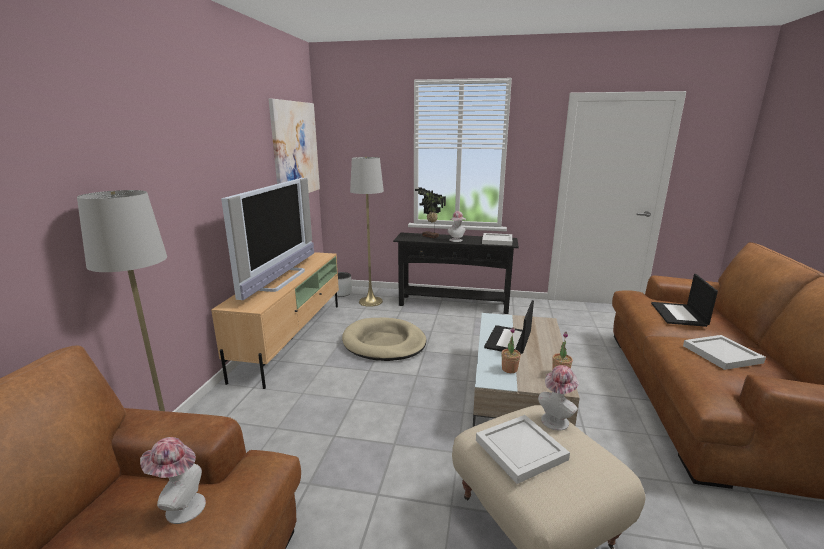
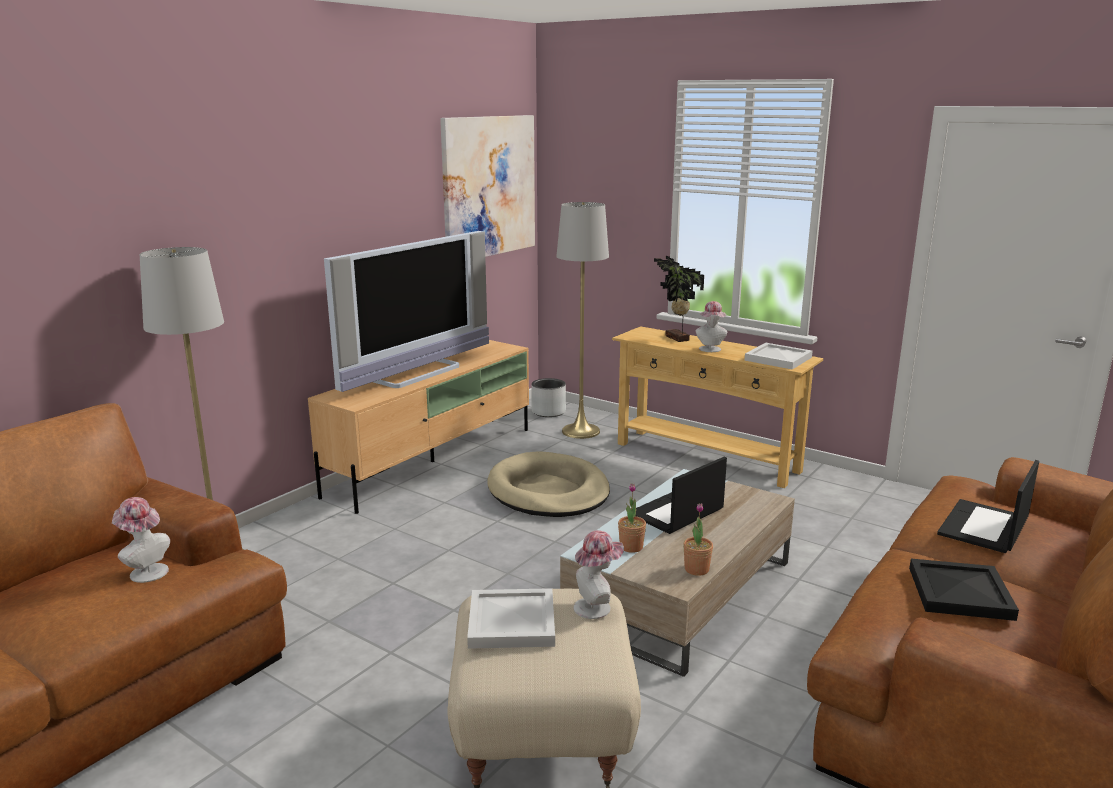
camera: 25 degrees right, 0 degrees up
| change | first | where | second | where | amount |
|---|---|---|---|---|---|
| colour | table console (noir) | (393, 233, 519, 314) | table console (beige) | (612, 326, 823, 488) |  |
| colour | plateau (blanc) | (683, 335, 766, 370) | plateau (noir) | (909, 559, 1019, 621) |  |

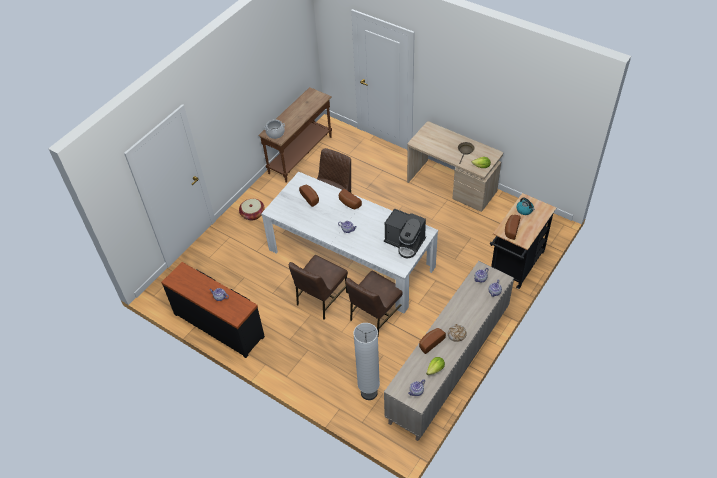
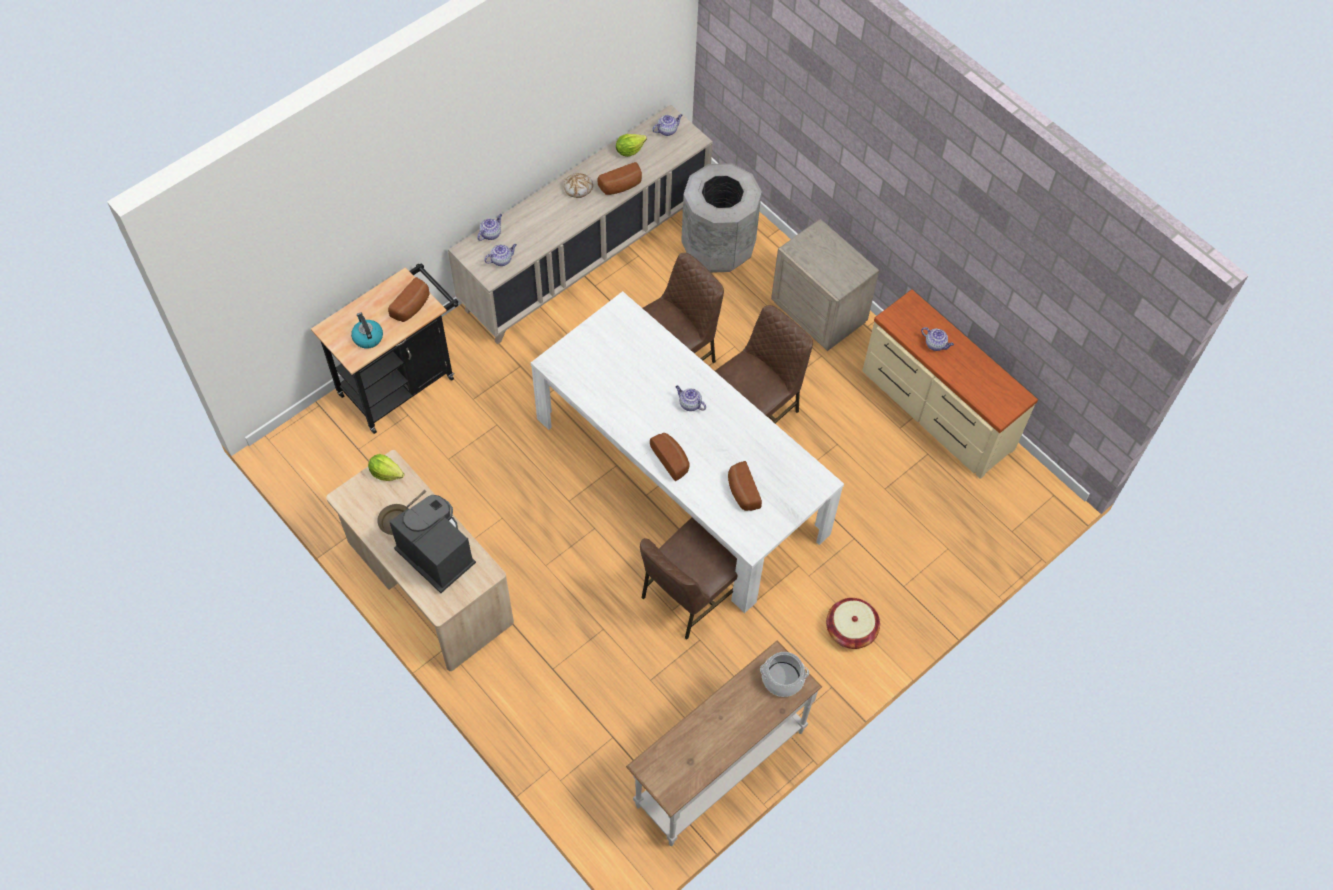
camera: 170 degrees left, 10 degrees up
| change | first | where | second | where | amount |
|---|---|---|---|---|---|
| colour | table console (marron) | (258, 87, 332, 183) | table console (blanc) | (626, 641, 822, 846) |  |
| relocated | machine à café | (384, 208, 426, 258) |  | (389, 495, 476, 593) |  |
| colour | commode (noir) | (161, 262, 265, 358) | commode (beige) | (862, 289, 1038, 479) |  |
| exchanged | lampadaire (blanc) | (353, 323, 380, 400) | poubelle (gris) | (681, 163, 762, 273) |  |
| appeared |  |  | table de chevet (beige) | (771, 219, 879, 351) |  |

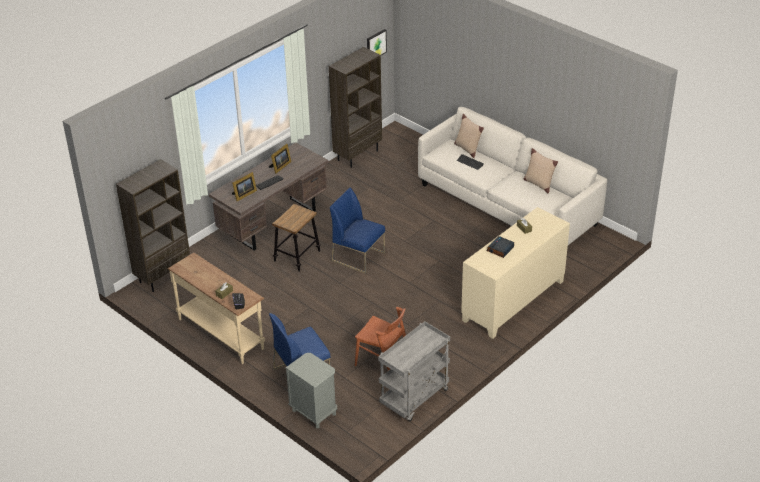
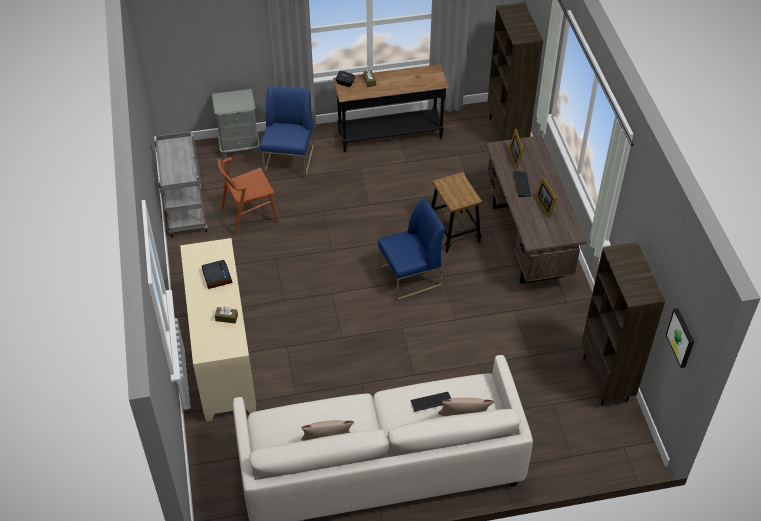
camera: 125 degrees right, 10 degrees up
| change | first | where | second | where | amount |
|---|---|---|---|---|---|
| colour | table console (beige) | (168, 252, 265, 364) | table console (noir) | (333, 64, 449, 152) |  |

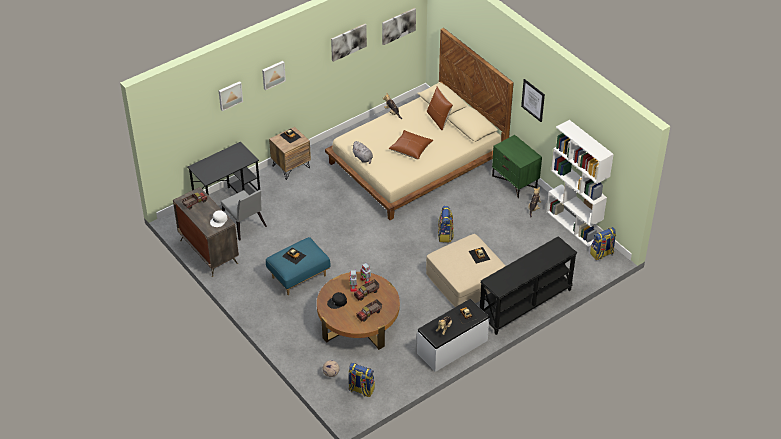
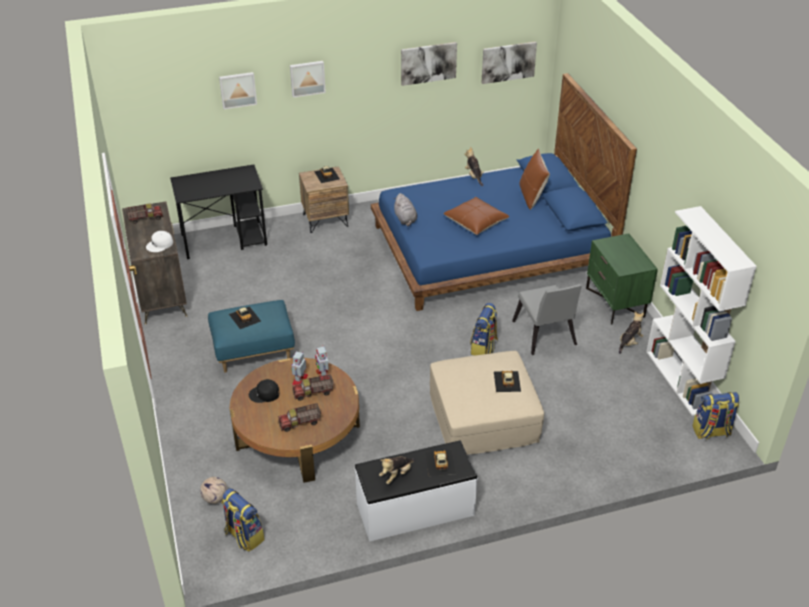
camera: 20 degrees right, 5 degrees down
| change | first | where | second | where | amount |
|---|---|---|---|---|---|
| colour | lit (beige) | (325, 28, 514, 220) | lit (bleu) | (371, 73, 637, 311) |  |
| missing | tableau | (521, 79, 545, 122) |  |  |  |
| relocated | chaise (gris) | (221, 190, 267, 241) |  | (512, 284, 582, 355) |  |
| missing | table console (noir) | (480, 236, 577, 335) |  |  |  |

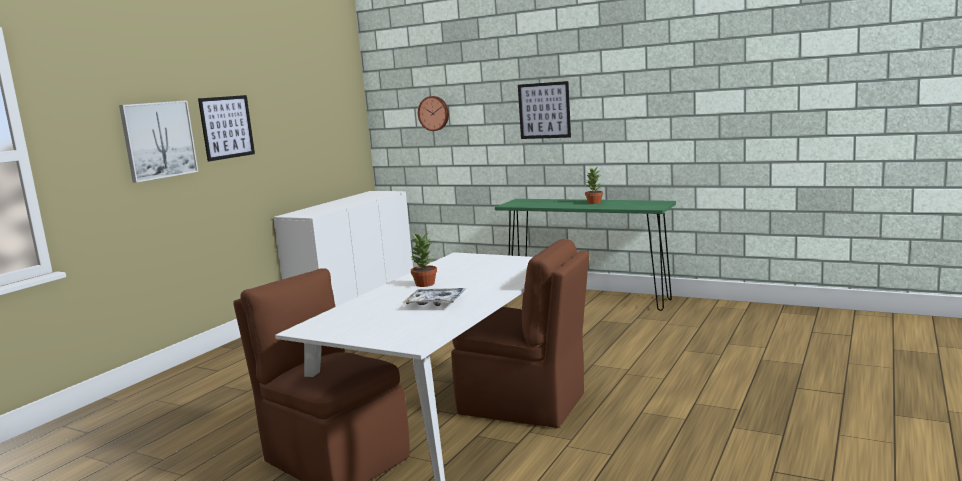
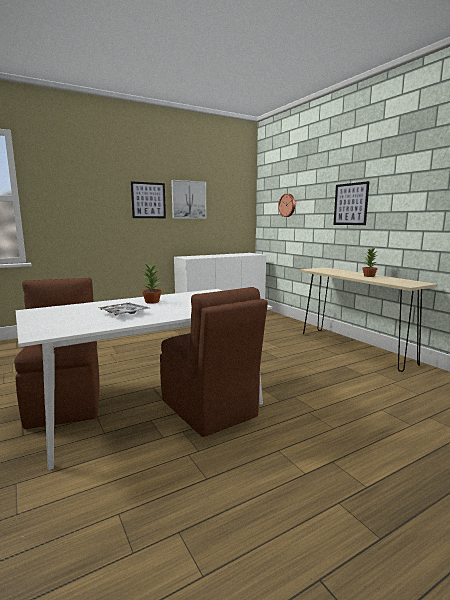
camera: 30 degrees right, 0 degrees up
| change | first | where | second | where | amount |
|---|---|---|---|---|---|
| relocated | tableau | (119, 100, 199, 183) |  | (171, 180, 207, 219) |  |
| colour | table console (vert) | (495, 199, 676, 311) | table console (beige) | (300, 267, 437, 372) |  |

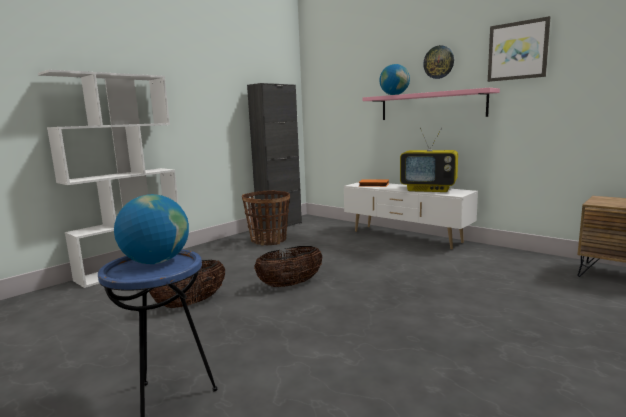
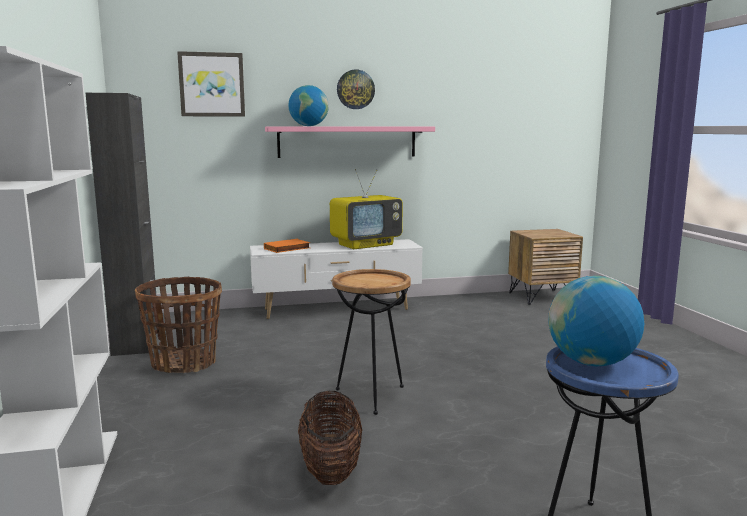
camera: 55 degrees left, 0 degrees up
| change | first | where | second | where | amount |
|---|---|---|---|---|---|
| relocated | tableau | (488, 16, 550, 82) |  | (177, 51, 245, 117) |  |
| exchanged | panier | (254, 246, 322, 287) | table d'appoint (marron) | (332, 269, 411, 415) |  |

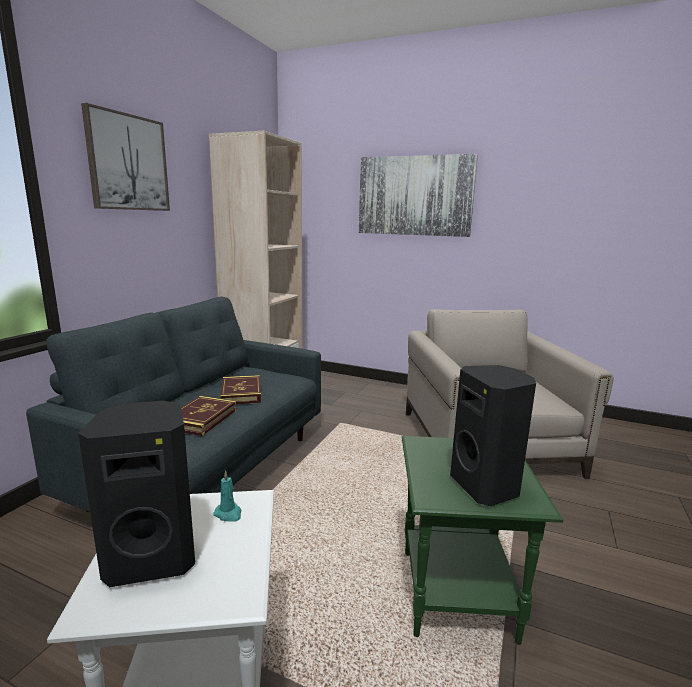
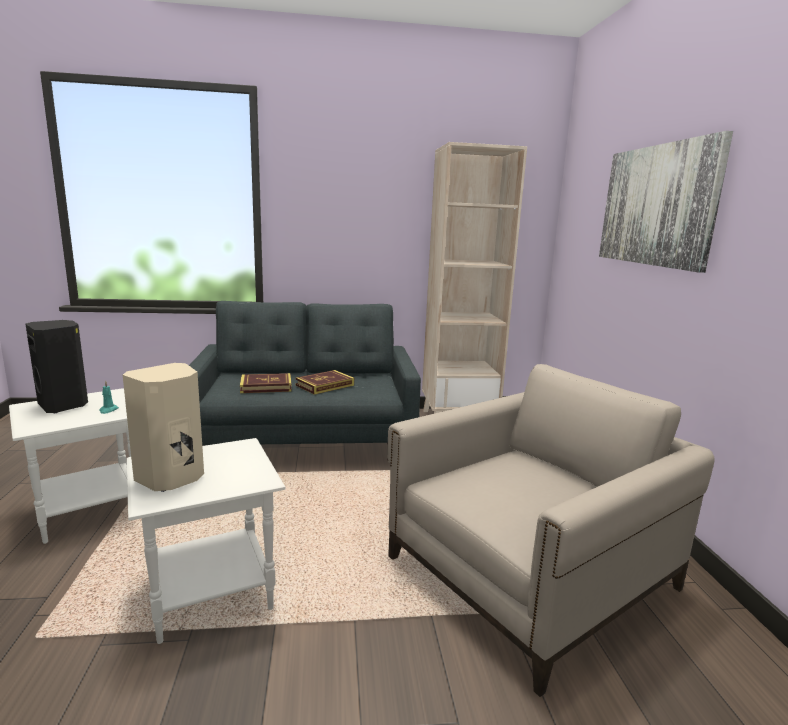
camera: 60 degrees right, 0 degrees up
| change | first | where | second | where | amount |
|---|---|---|---|---|---|
| missing | tableau | (81, 103, 170, 211) |  |  |  |
| colour | enceinte (noir) | (450, 365, 536, 506) | enceinte (beige) | (123, 363, 204, 492) |  |
| colour | table d'appoint (vert) | (402, 436, 563, 645) | table d'appoint (blanc) | (127, 438, 285, 644) |  |

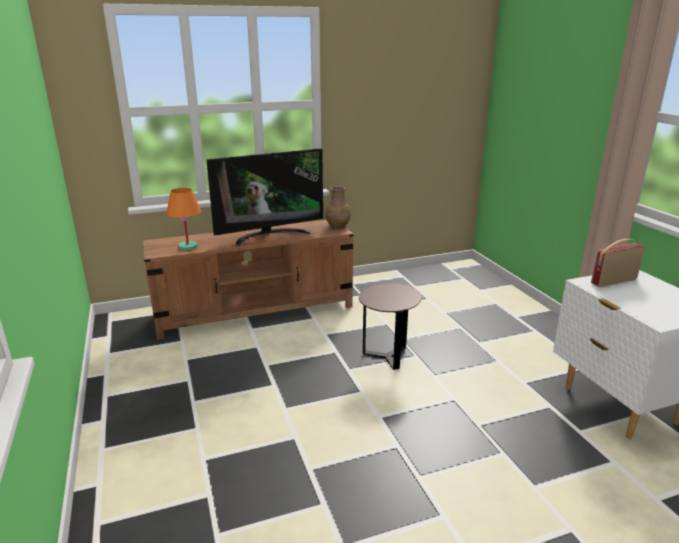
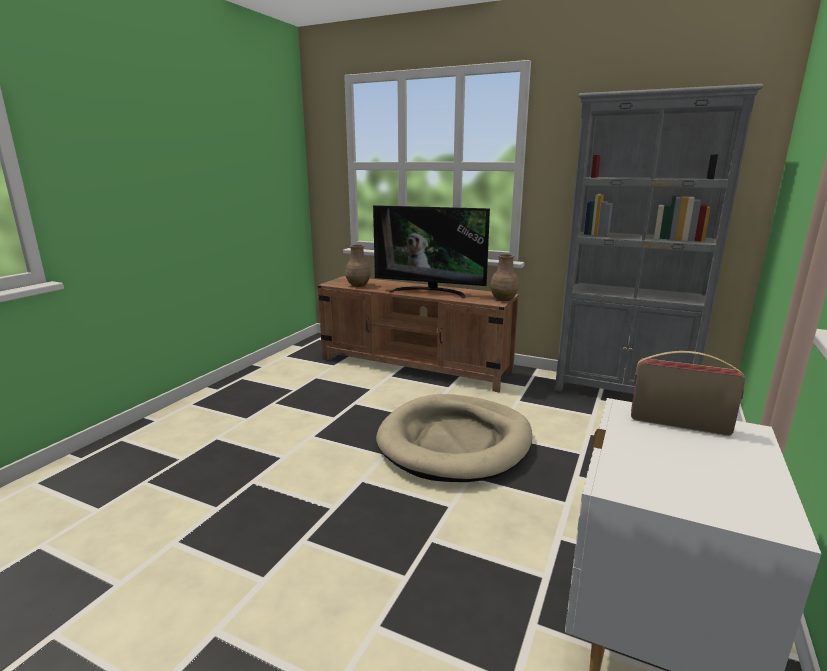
camera: 45 degrees right, 5 degrees down
| change | first | where | second | where | amount |
|---|---|---|---|---|---|
| exchanged | lampe de table (orange) | (166, 188, 201, 250) | vase (marron) | (345, 245, 371, 287) |  |
| exchanged | table d'appoint (marron) | (359, 283, 422, 370) | panier pour chien (beige) | (376, 394, 532, 482) |  |
| appeared |  |  | bibliothèque (gris) | (555, 84, 763, 394) |  |

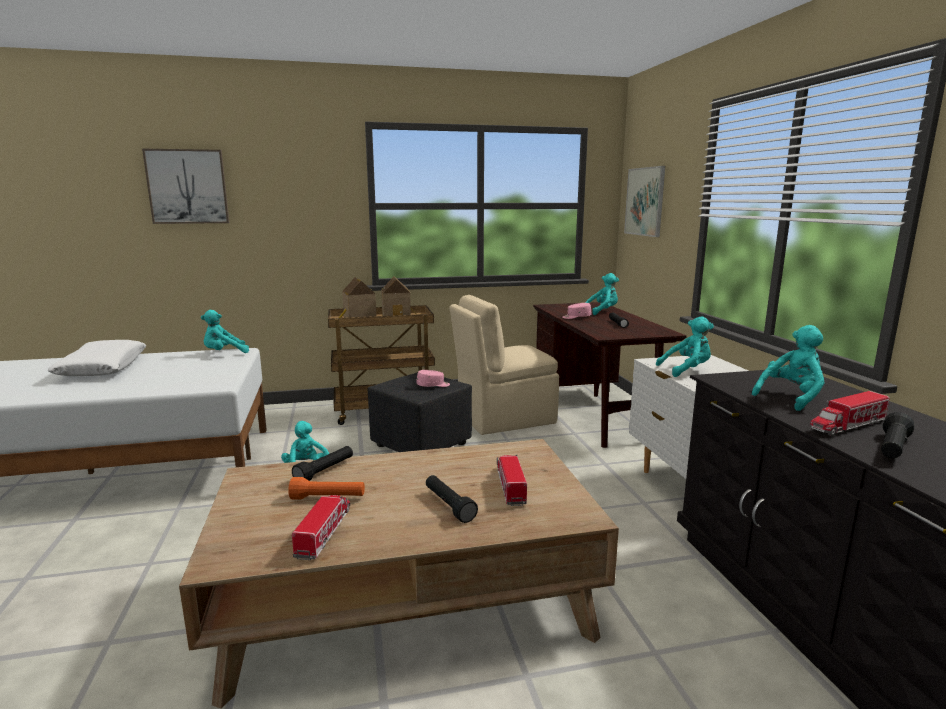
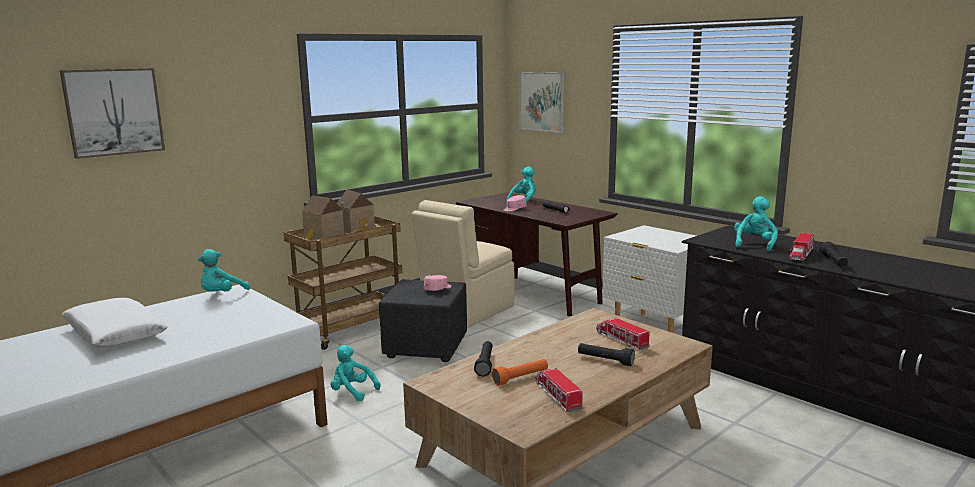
camera: 30 degrees left, 0 degrees up
| change | first | where | second | where | amount |
|---|---|---|---|---|---|
| missing | peluche (turquoise) | (656, 316, 714, 377) |  |  |  |

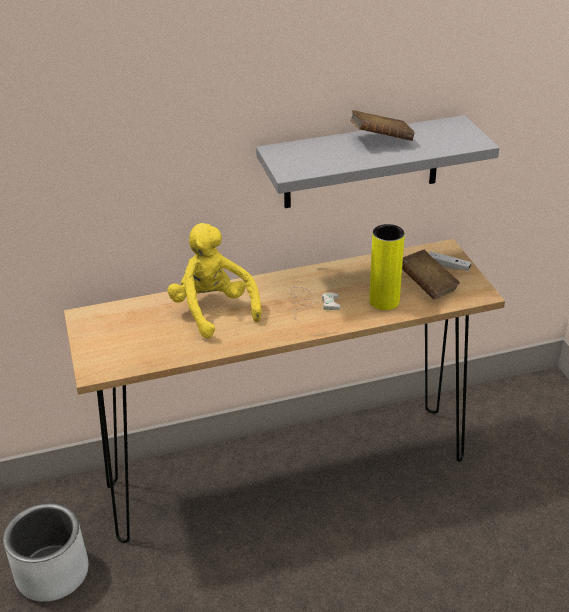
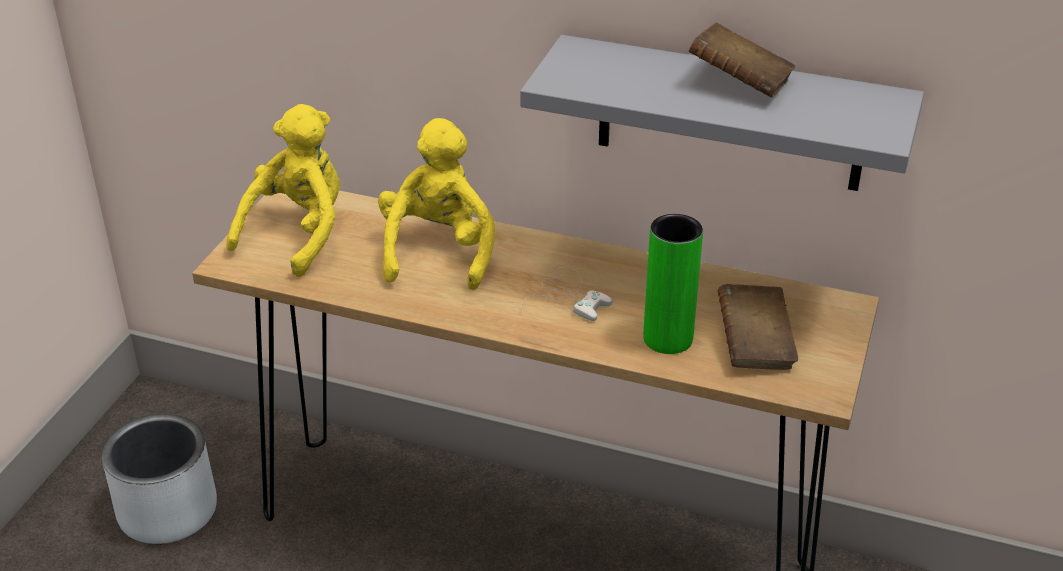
camera: 35 degrees right, 0 degrees up
| change | first | where | second | where | amount |
|---|---|---|---|---|---|
| colour | vase (jaune) | (369, 224, 405, 310) | vase (vert) | (643, 214, 703, 354) |  |
| missing | manette (blanc) | (429, 251, 471, 271) |  |  |  |
| appeared |  |  | peluche (jaune) | (226, 104, 340, 277) |  |

